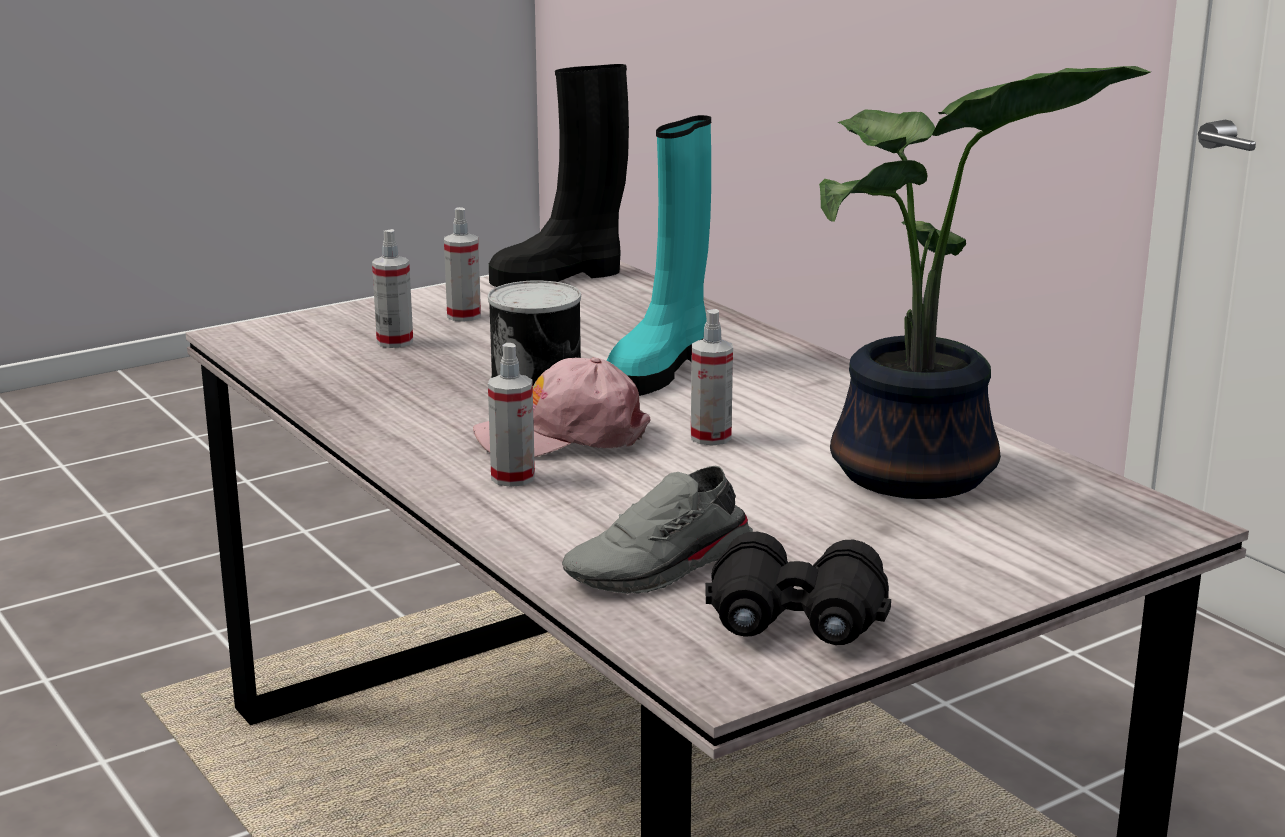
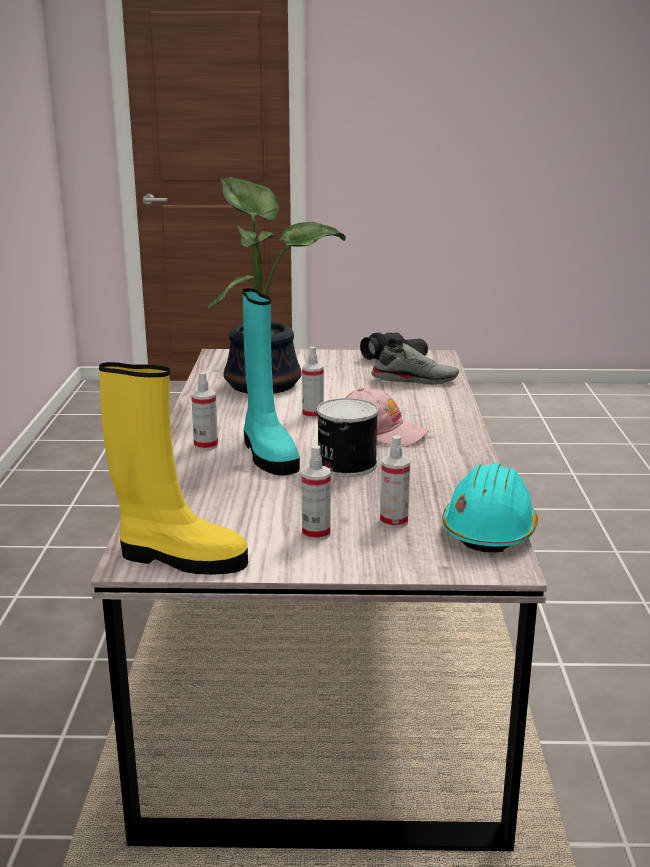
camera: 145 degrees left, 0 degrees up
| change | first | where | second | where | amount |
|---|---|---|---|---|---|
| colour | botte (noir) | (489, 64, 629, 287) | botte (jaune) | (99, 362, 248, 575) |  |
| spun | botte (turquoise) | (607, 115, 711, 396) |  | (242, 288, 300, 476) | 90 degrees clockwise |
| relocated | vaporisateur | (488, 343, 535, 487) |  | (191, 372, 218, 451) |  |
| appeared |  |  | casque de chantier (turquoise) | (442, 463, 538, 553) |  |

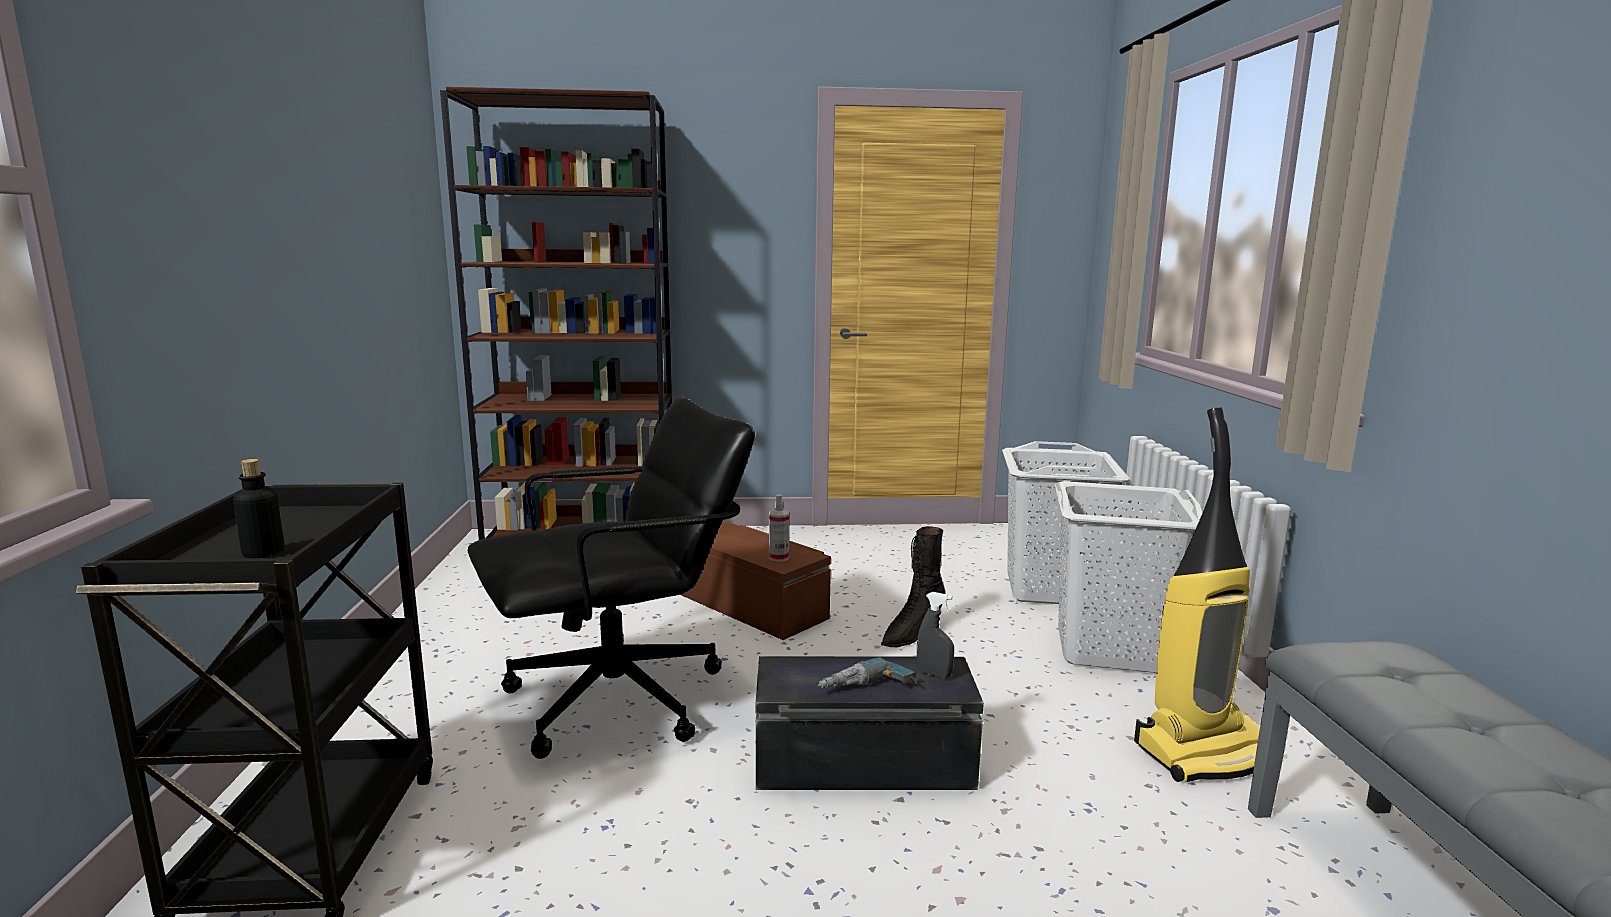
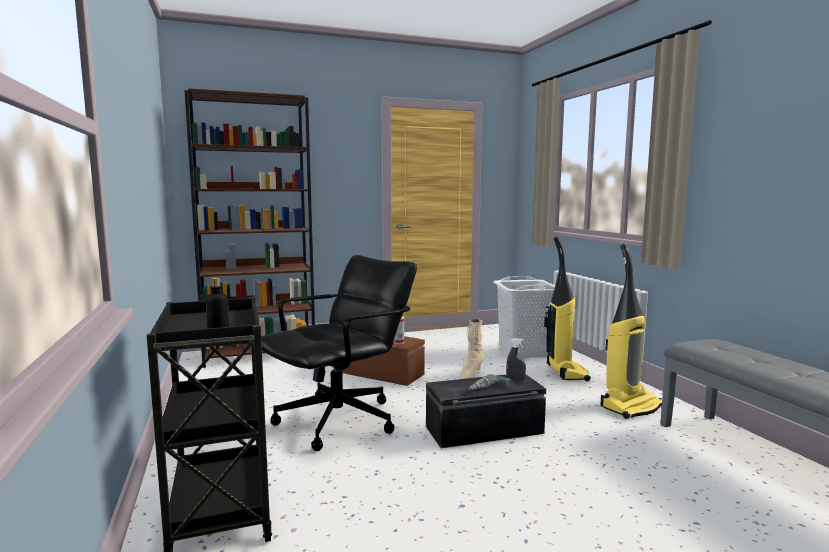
camera: 15 degrees left, 5 degrees down
| change | first | where | second | where | amount |
|---|---|---|---|---|---|
| exchanged | panier à linge (blanc) | (1054, 481, 1202, 673) | aspirateur | (544, 236, 591, 381) |  |
| colour | botte (noir) | (881, 526, 945, 647) | botte (beige) | (459, 319, 484, 379) |  |

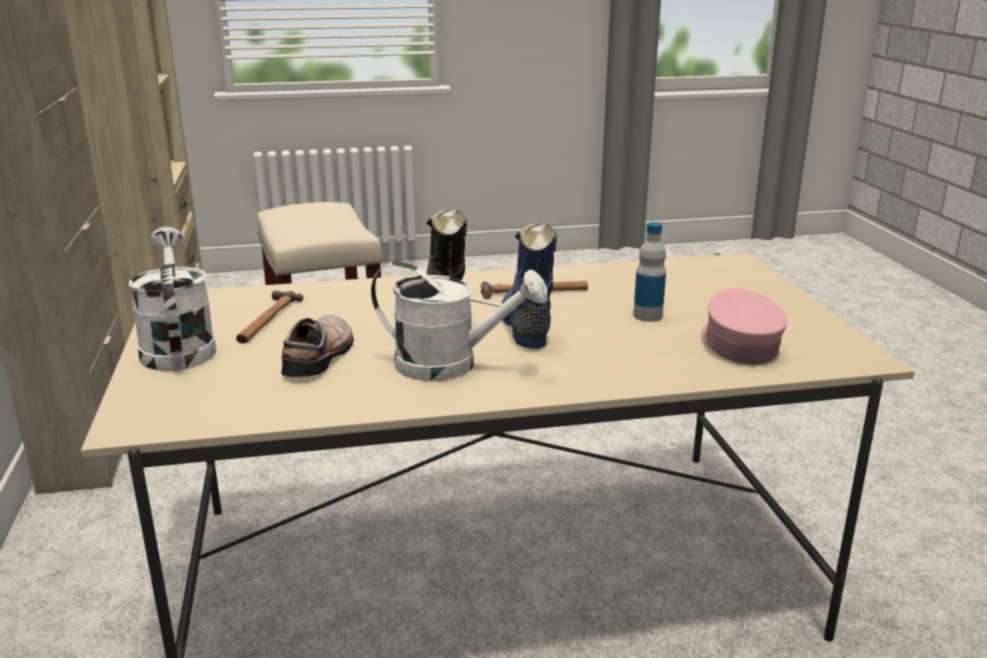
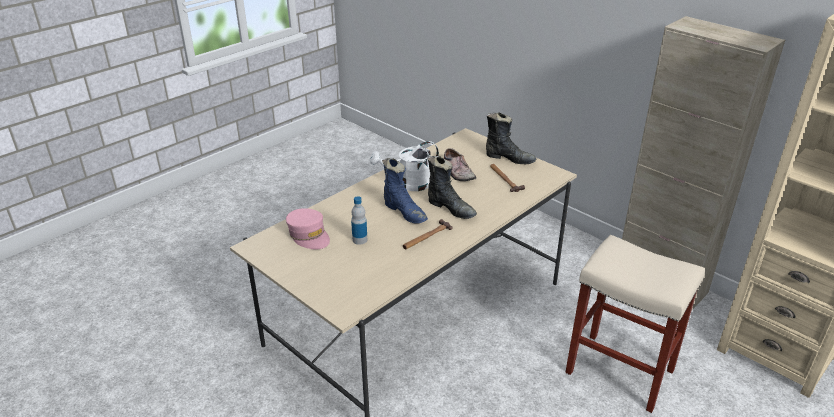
camera: 145 degrees right, 10 degrees up
| change | first | where | second | where | amount |
|---|---|---|---|---|---|
| exchanged | arrosoir (blanc) | (129, 226, 216, 371) | botte (noir) | (486, 112, 537, 164) |  |

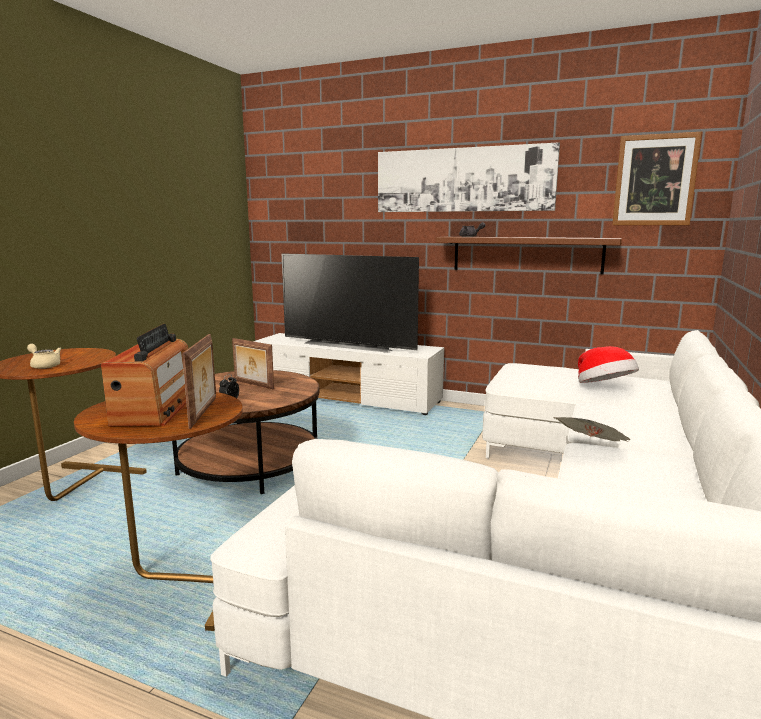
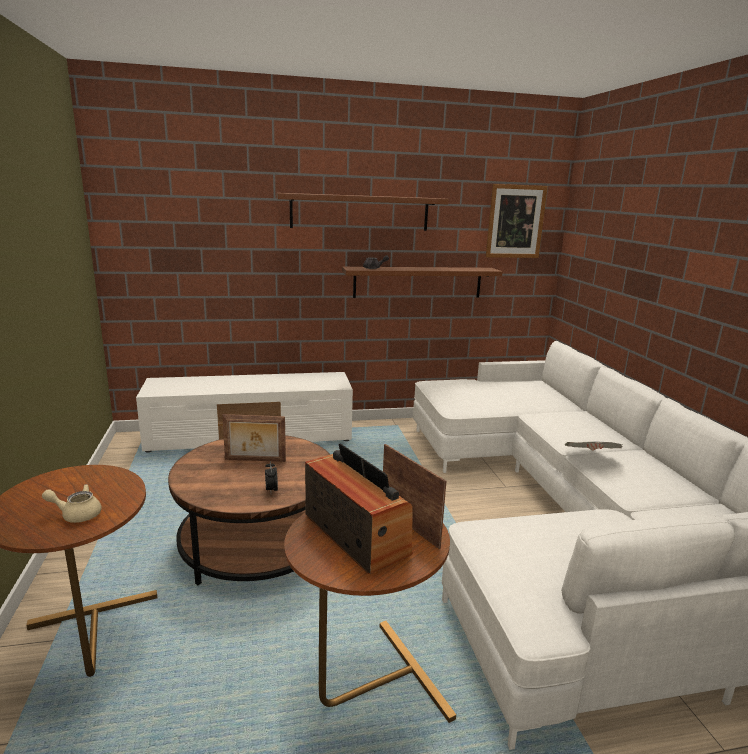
camera: 35 degrees left, 5 degrees up
| change | first | where | second | where | amount |
|---|---|---|---|---|---|
| exchanged | tableau | (378, 142, 560, 212) | étagère (marron) | (277, 193, 449, 231) |  |
| missing | téléviseur | (282, 253, 419, 353) |  |  |  |
| missing | chapeau | (578, 346, 639, 383) |  |  |  |

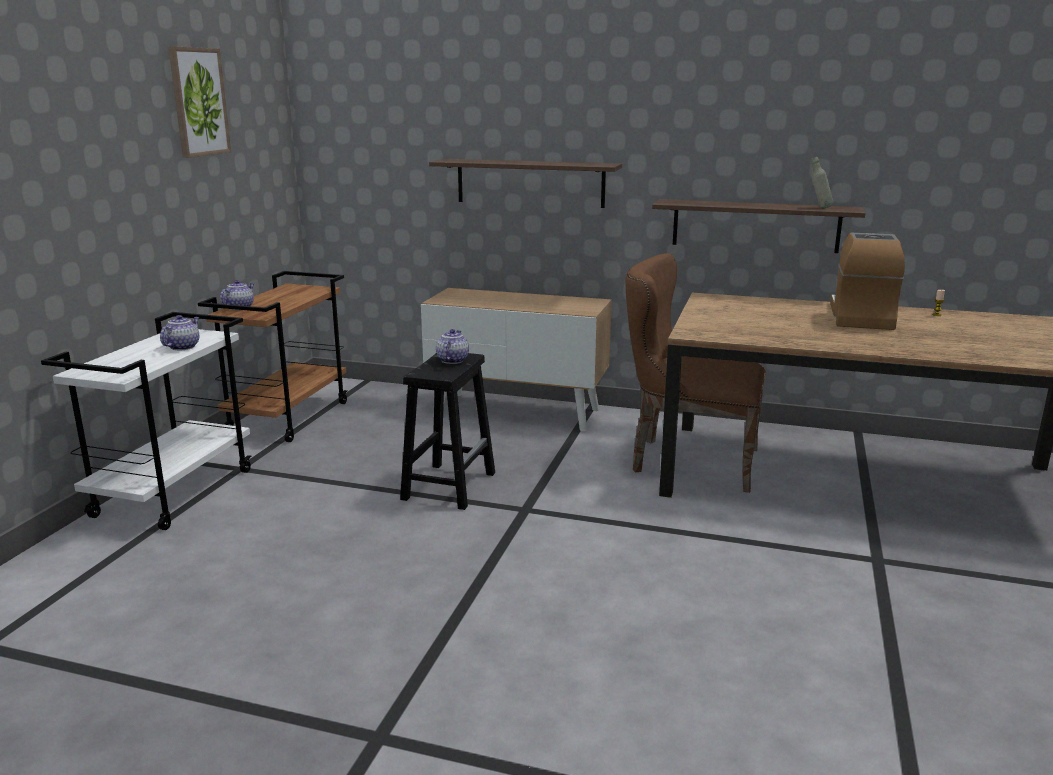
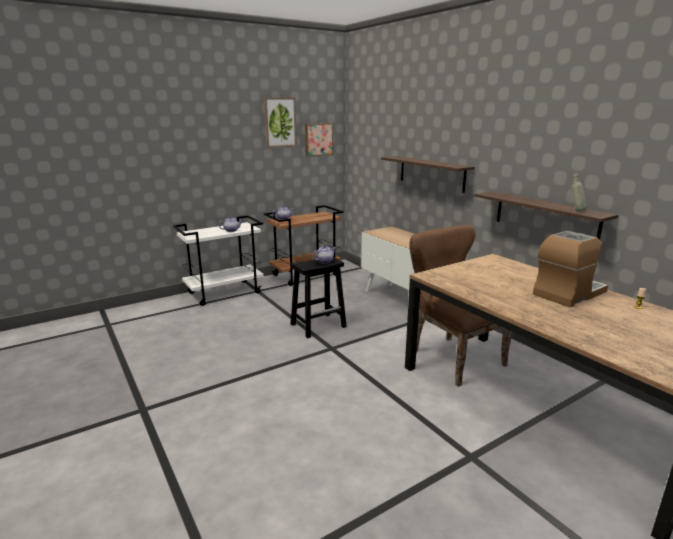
camera: 40 degrees right, 0 degrees up
| change | first | where | second | where | amount |
|---|---|---|---|---|---|
| appeared |  |  | tableau | (305, 123, 333, 156) |  |

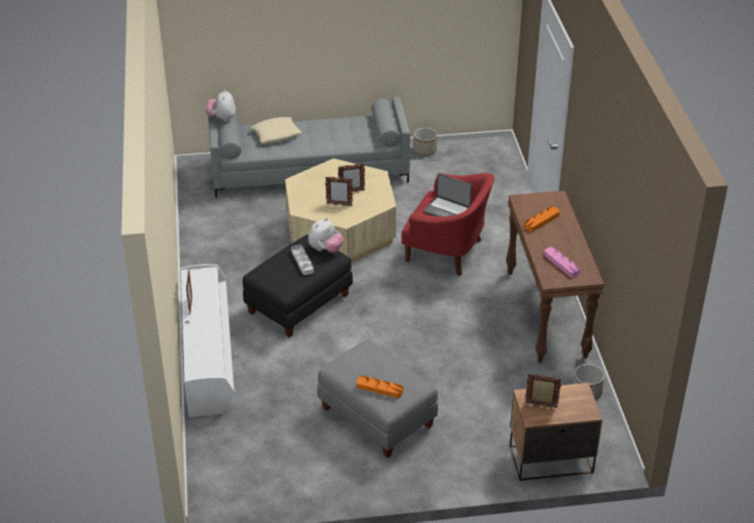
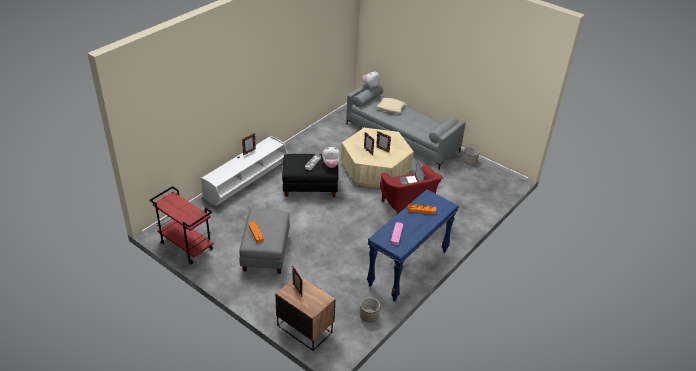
camera: 45 degrees right, 0 degrees up
| change | first | where | second | where | amount |
|---|---|---|---|---|---|
| colour | table console (marron) | (506, 191, 604, 363) | table console (bleu) | (367, 190, 459, 302) |  |
| appeared |  |  | chariot (rouge) | (150, 186, 214, 264) |  |

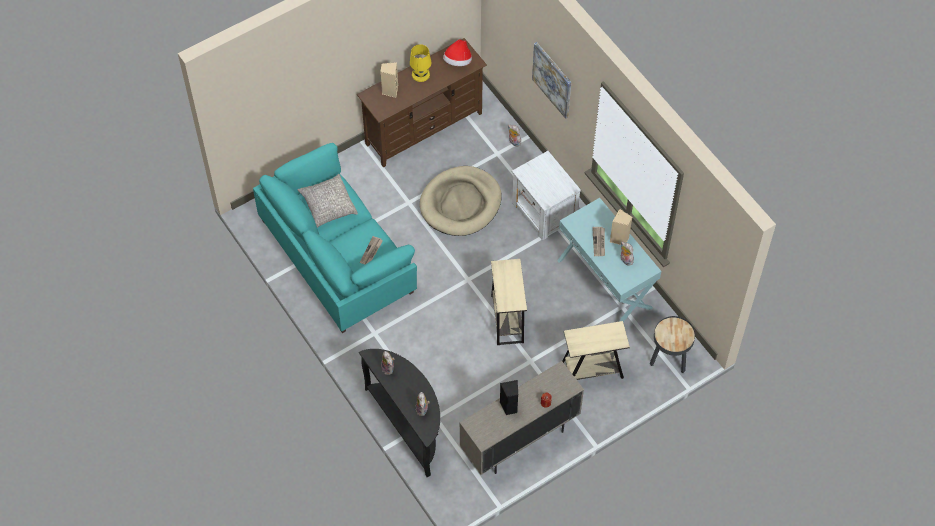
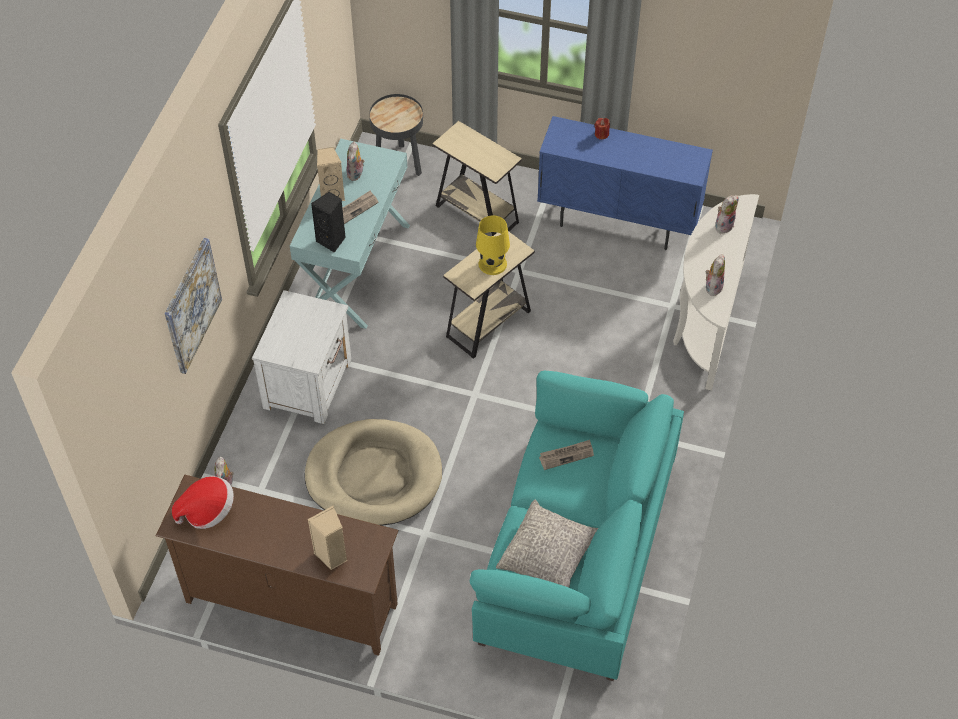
camera: 130 degrees left, 5 degrees down
| change | first | where | second | where | amount |
|---|---|---|---|---|---|
| relocated | lampe de table (jaune) | (410, 44, 431, 82) |  | (476, 215, 510, 275) |  |
| colour | table console (noir) | (359, 349, 440, 477) | table console (blanc) | (673, 194, 759, 390) |  |
| colour | meuble de rangement (beige) | (459, 361, 584, 475) | meuble de rangement (bleu) | (537, 116, 713, 250) |  |
| relocated | enceinte (noir) | (500, 380, 518, 415) |  | (311, 192, 346, 253) |  |

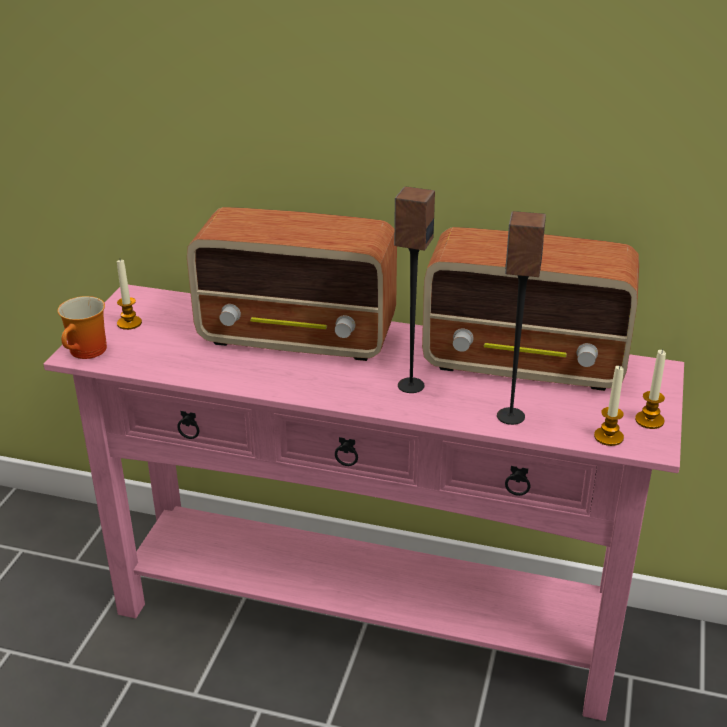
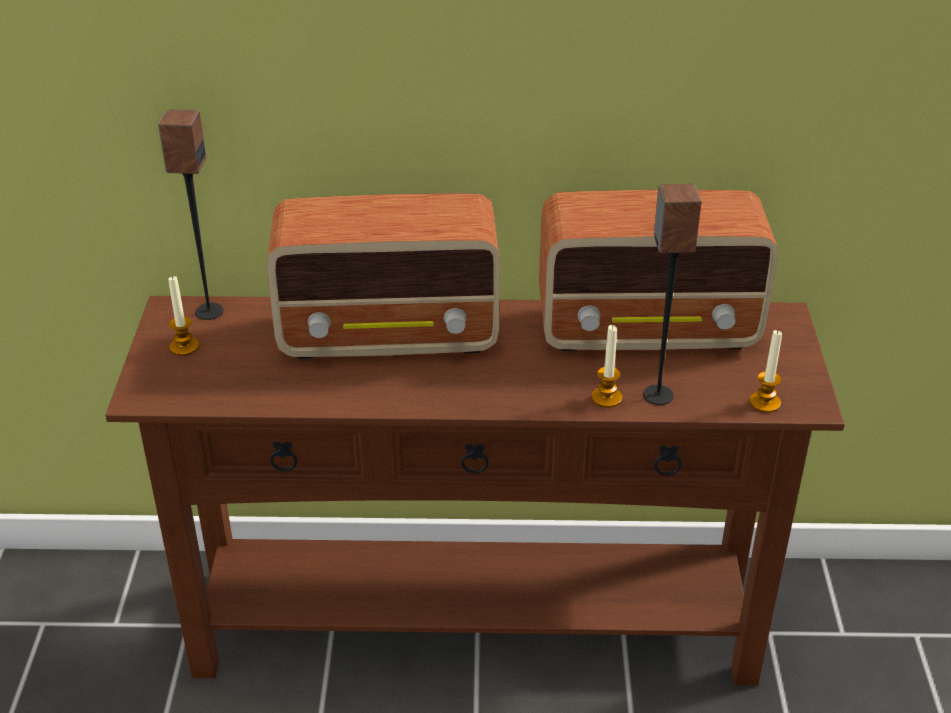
camera: 15 degrees left, 5 degrees up
| change | first | where | second | where | amount |
|---|---|---|---|---|---|
| relocated | enceinte | (394, 187, 435, 393) |  | (158, 110, 223, 320) |  |
| colour | table console (rose) | (43, 285, 684, 721) | table console (marron) | (105, 296, 845, 686) |  |
| missing | mug | (57, 296, 107, 359) |  |  |  |
| relocated | bougie | (635, 349, 666, 429) |  | (592, 325, 622, 408) |  |

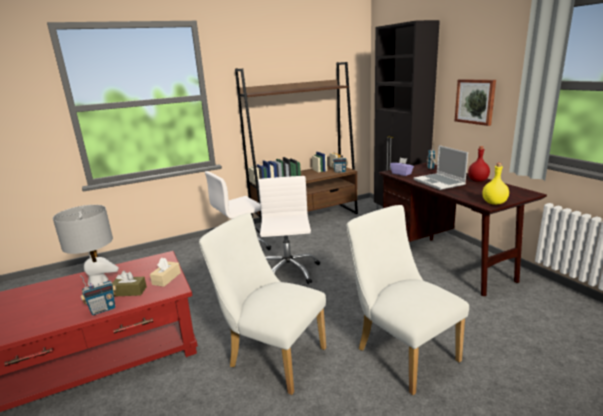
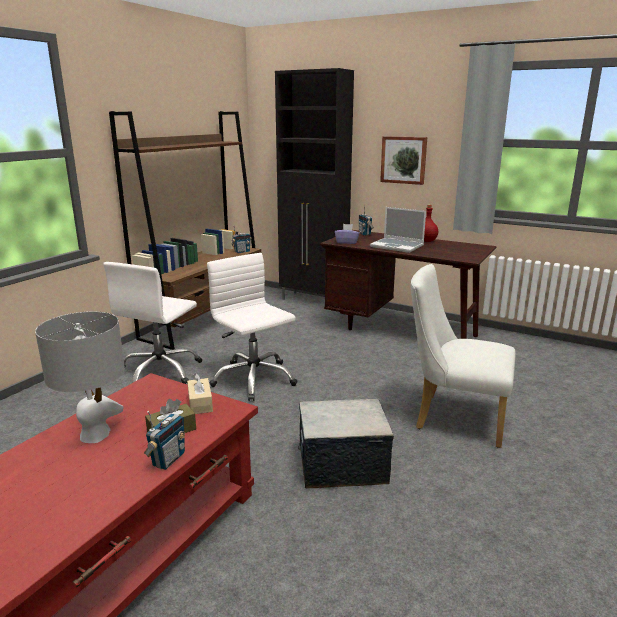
camera: 35 degrees left, 0 degrees up
| change | first | where | second | where | amount |
|---|---|---|---|---|---|
| missing | bouteille (jaune) | (482, 163, 509, 205) |  |  |  |
| exchanged | chaise (blanc) | (199, 213, 326, 395) | boîte de rangement | (298, 399, 394, 489) |  |

